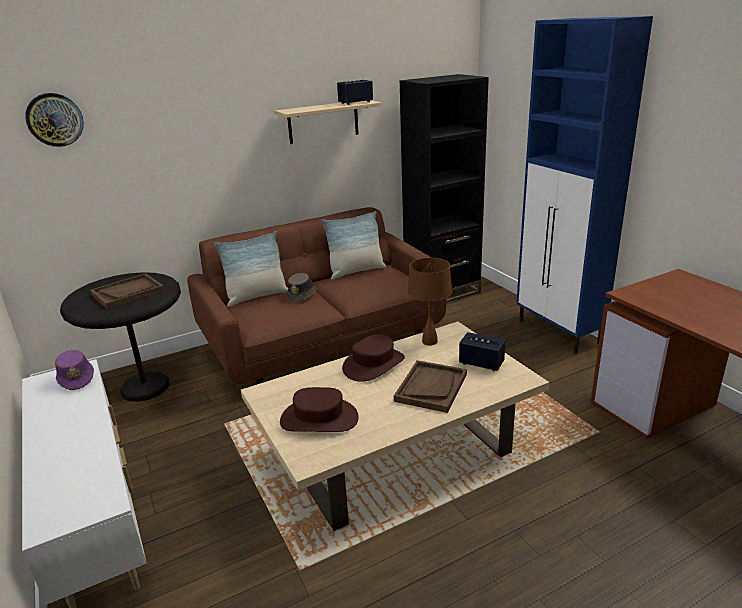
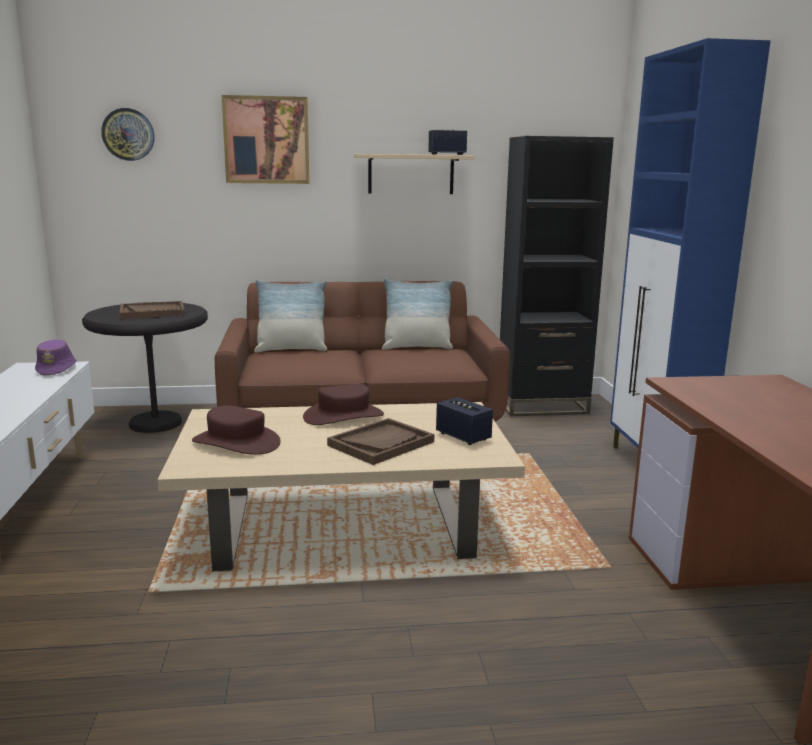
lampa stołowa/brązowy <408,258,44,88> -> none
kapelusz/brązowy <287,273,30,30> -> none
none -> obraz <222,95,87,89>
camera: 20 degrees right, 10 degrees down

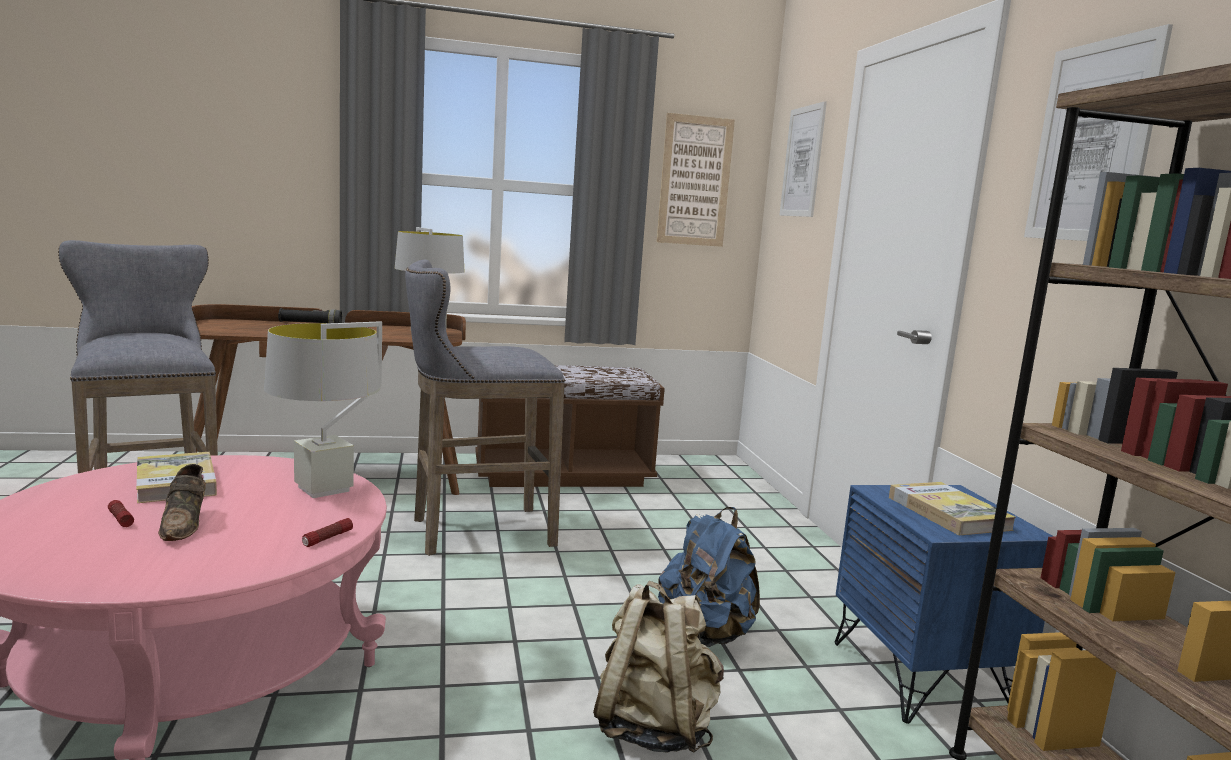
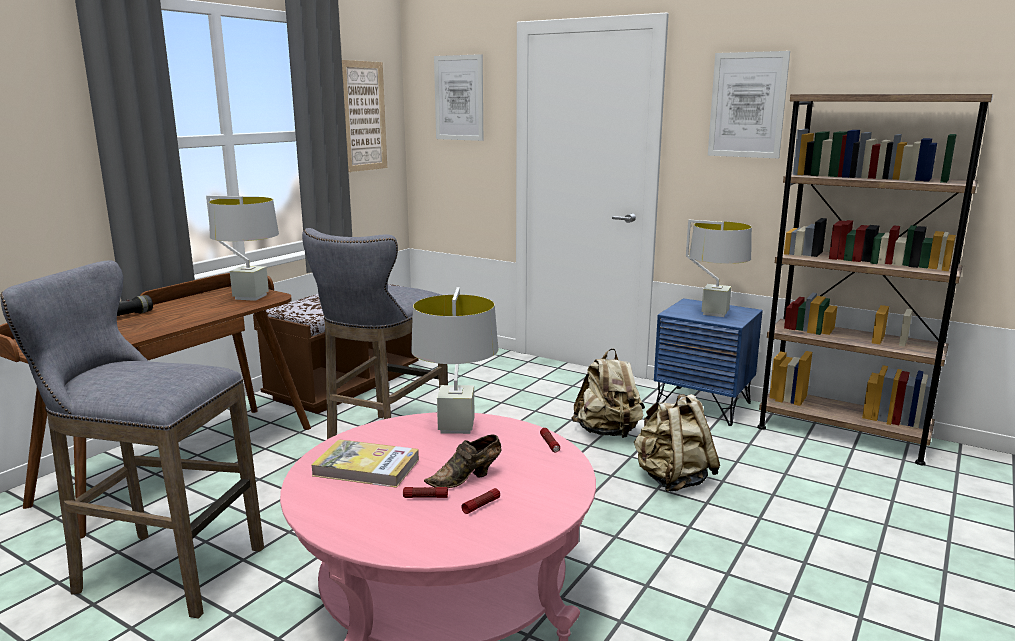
but/brązowy <158,464,48,77> -> but/brązowy <424,434,77,54>, 120 degrees clockwise
książka <889,482,127,53> -> lampa stołowa/szary <686,220,66,97>
plecak/niebieski <658,507,102,140> -> plecak/beżowy <571,349,74,89>
none -> latarka <462,488,38,26>
camera: 45 degrees left, 5 degrees up

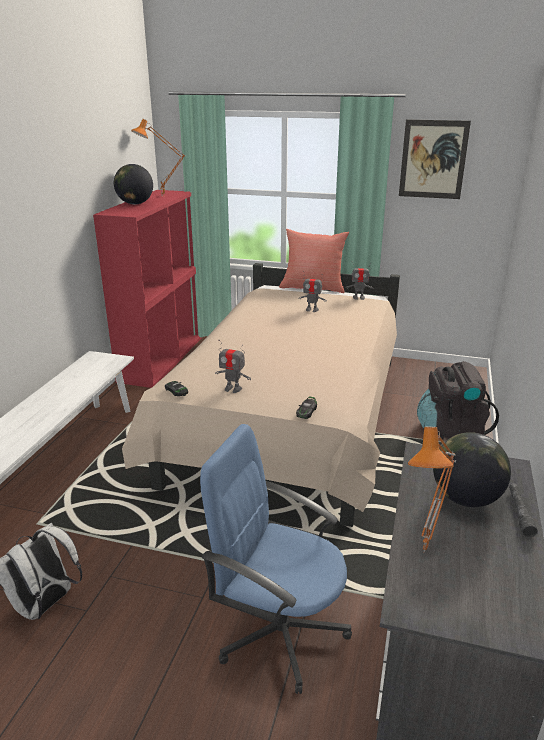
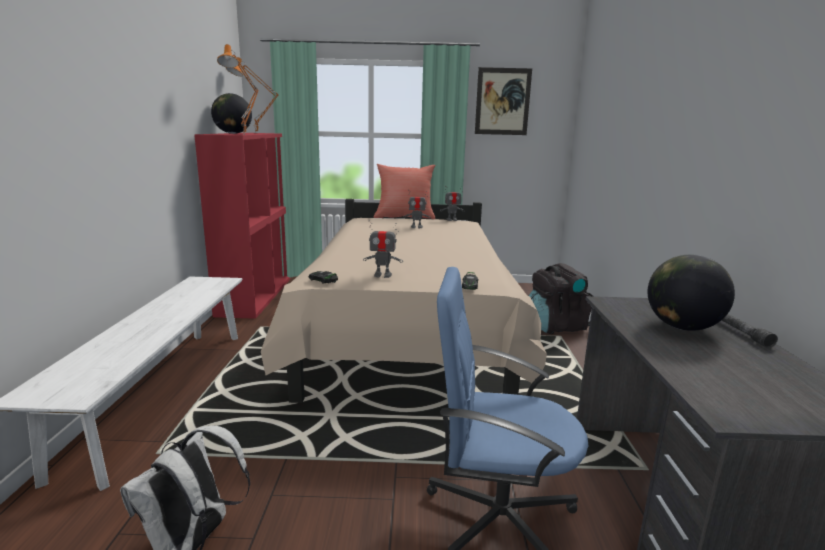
lampa stołowa/pomarańczowy <408,426,48,128> -> lampa stołowa/pomarańczowy <217,44,42,91>, moved
camera: 15 degrees left, 10 degrees down

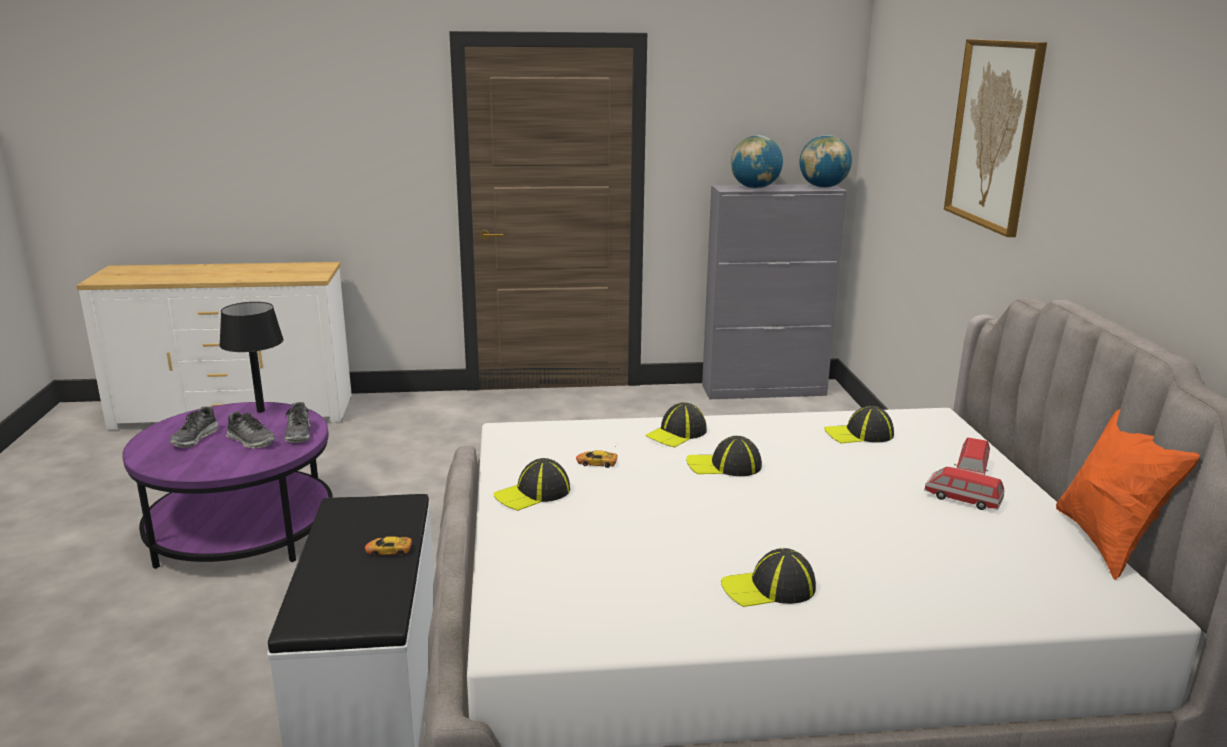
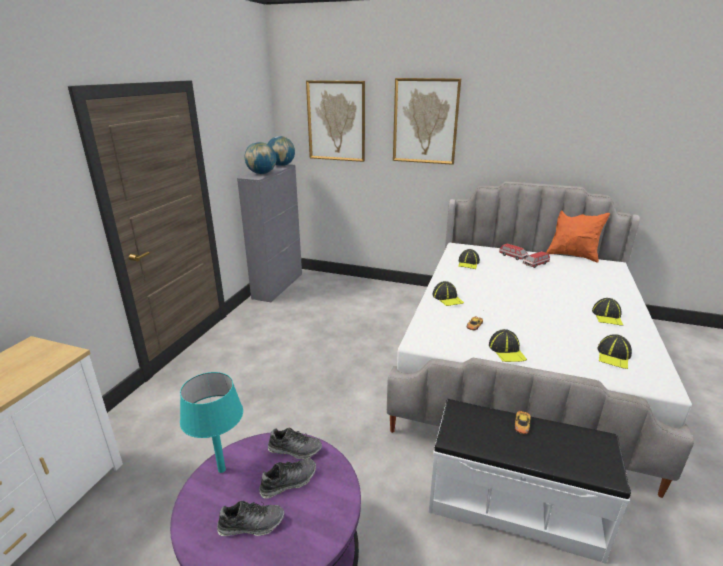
lampa stołowa/czarny <219,302,65,110> -> lampa stołowa/turkusowy <180,372,63,101>
but <169,406,49,42> -> but <217,501,67,35>, 45 degrees counterclockwise
czapka z daszkiem <686,436,76,40> -> czapka z daszkiem <598,334,34,35>, moved
none -> obraz <306,80,59,82>
camera: 65 degrees left, 5 degrees up

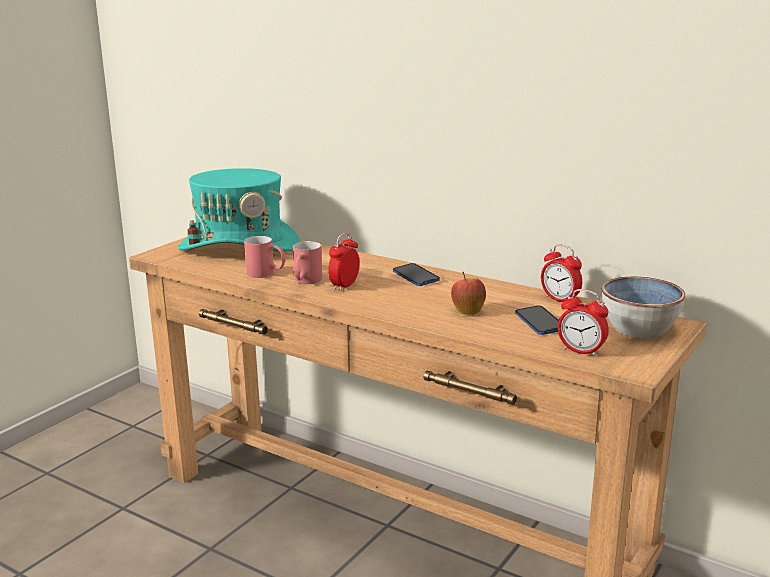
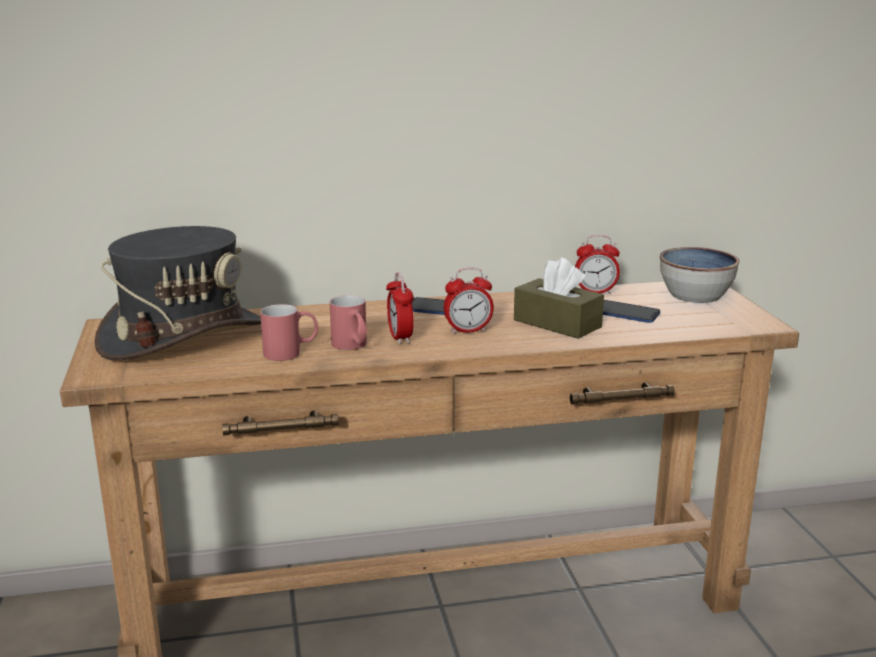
kapelusz/turkusowy <178,168,123,84> -> kapelusz/szary <95,226,166,135>
jabłko <451,272,35,43> -> pudełko chusteczek/brązowy <514,258,90,81>
budzik <558,289,51,68> -> budzik <444,268,50,66>, moved
camera: 45 degrees left, 0 degrees up

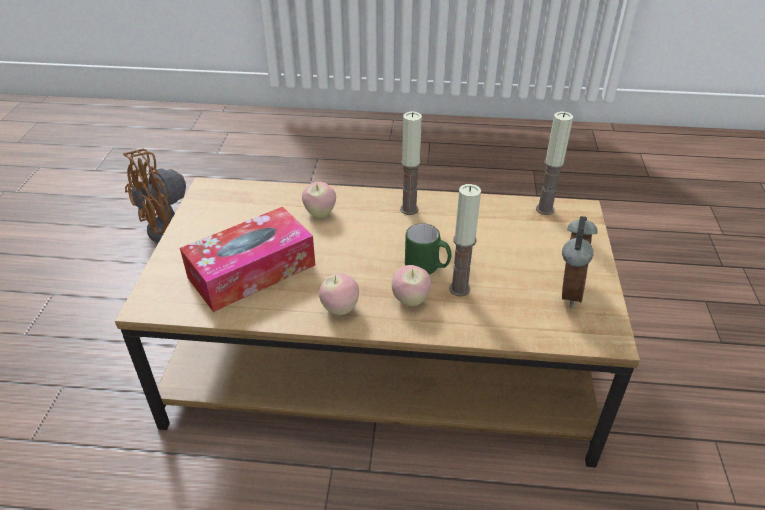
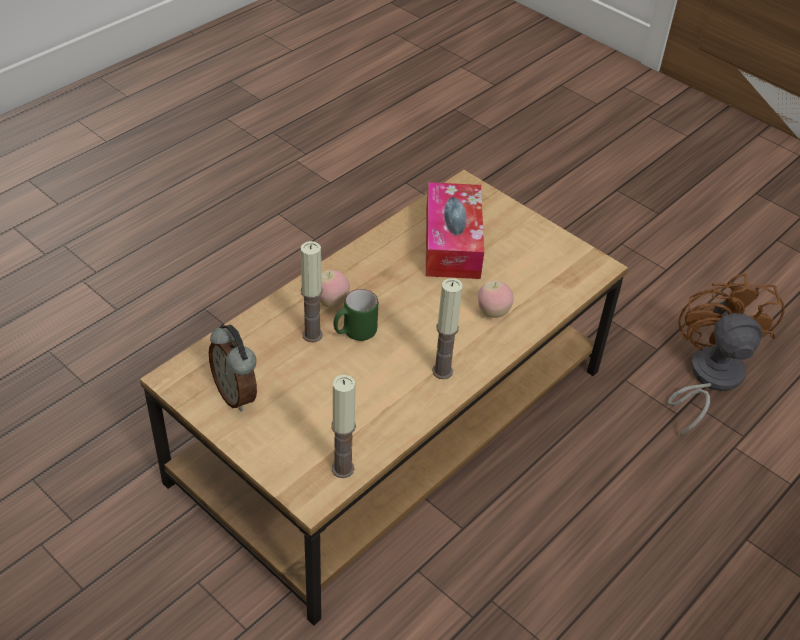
jabłko <319,273,40,42> -> none
camera: 125 degrees right, 5 degrees up

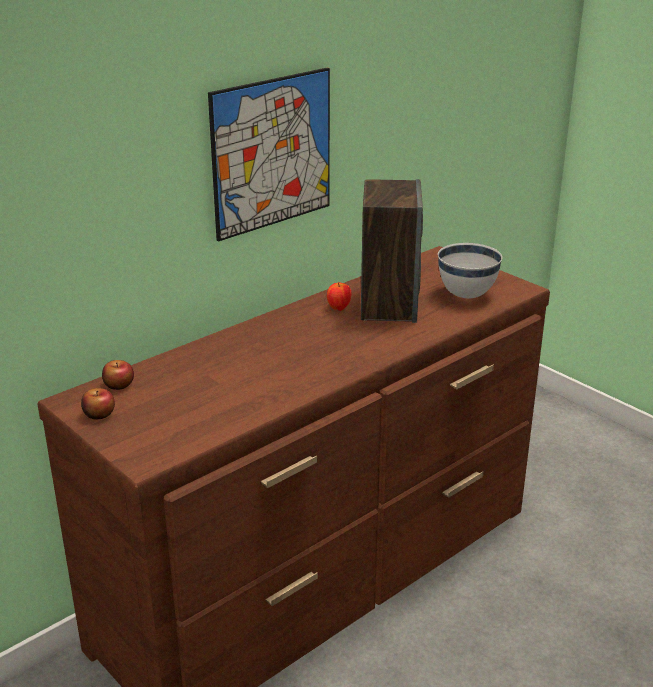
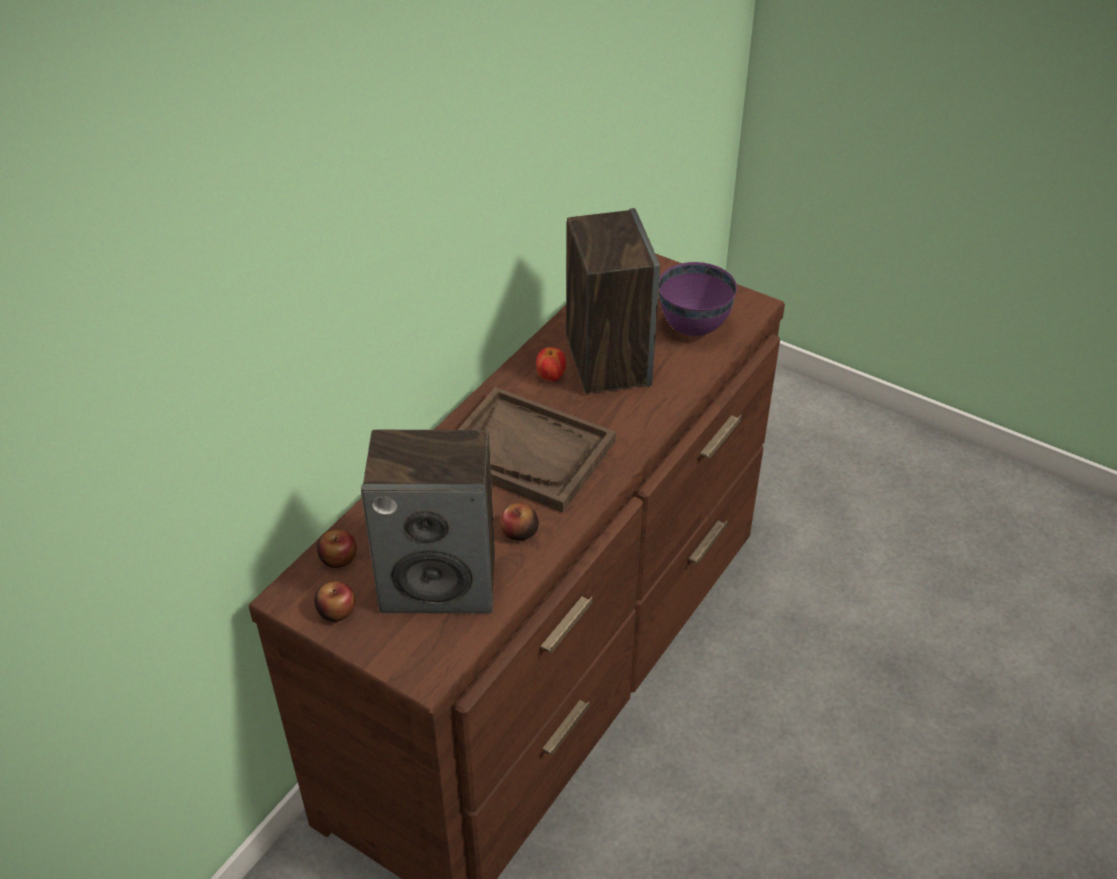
obraz <208,67,122,174> -> none
miska/biały <438,243,64,55> -> miska/fioletowy <659,262,78,74>
none -> taca/brązowy <458,387,158,126>
none -> głośnik <361,430,134,184>
none -> jabłko <500,503,39,38>
camera: 15 degrees left, 15 degrees up

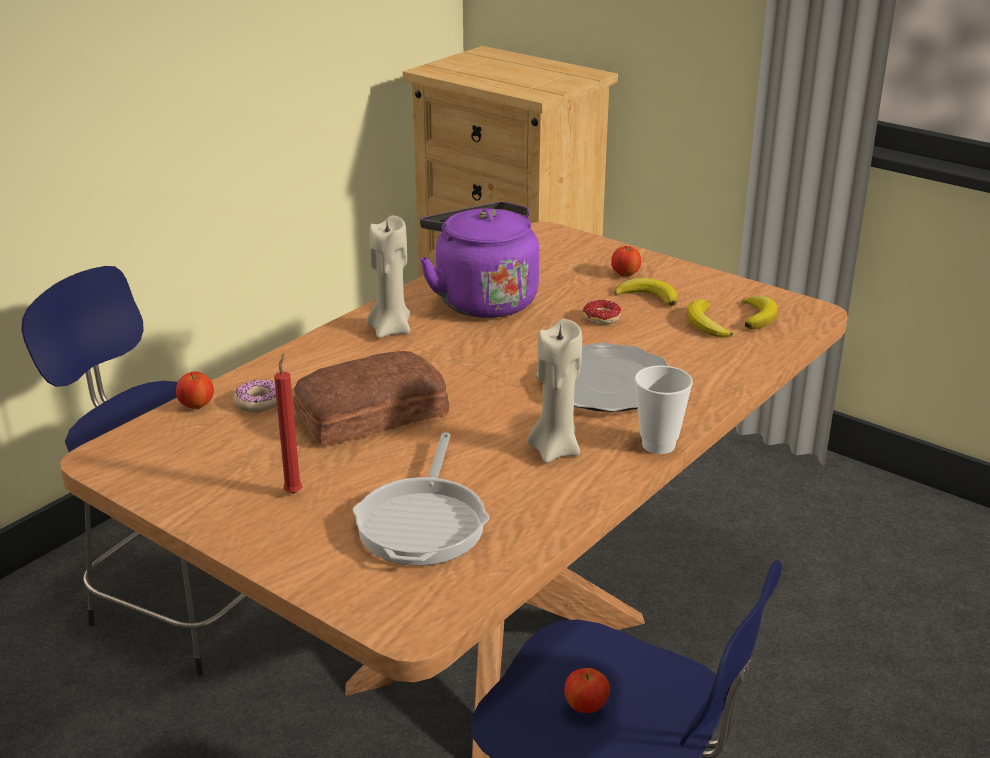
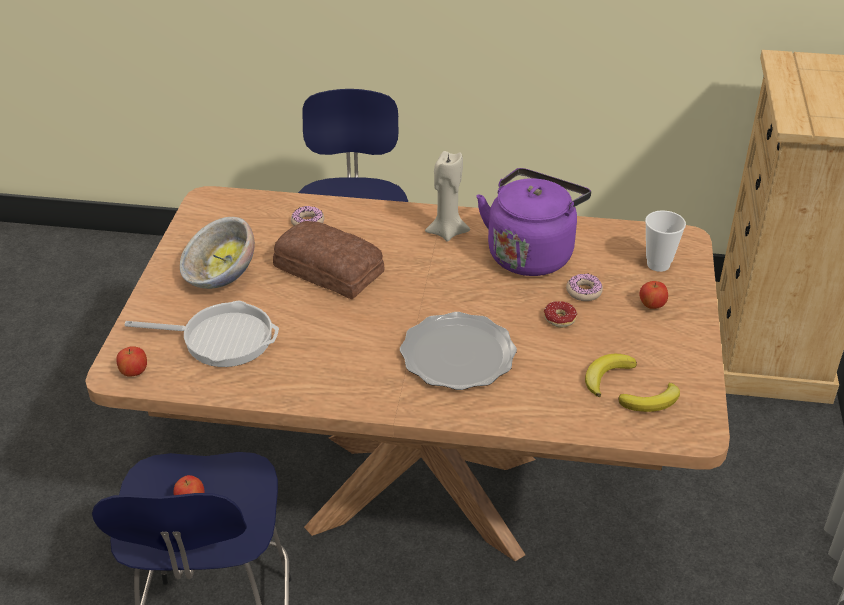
banan <614,278,64,28> -> none
świeca/beżowy <527,319,55,144> -> none
świeca/czerwony <274,353,28,141> -> miska <180,217,75,72>
filiżanka <635,365,58,89> -> filiżanka <645,210,41,62>, moved
jabłko <176,371,38,38> -> jabłko <116,346,31,31>, moved
patelnia <353,432,136,134> -> patelnia <125,301,154,66>, 150 degrees counterclockwise
none -> donut <566,274,37,27>
camera: 60 degrees right, 10 degrees up

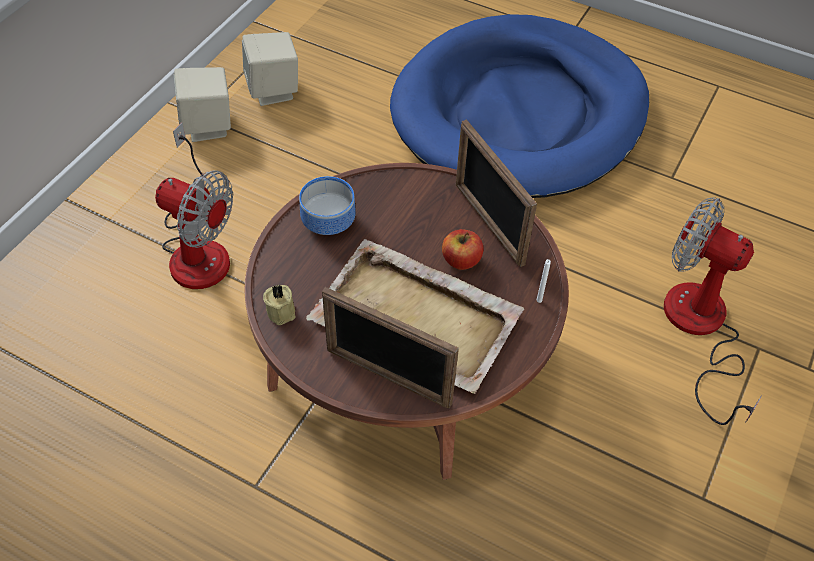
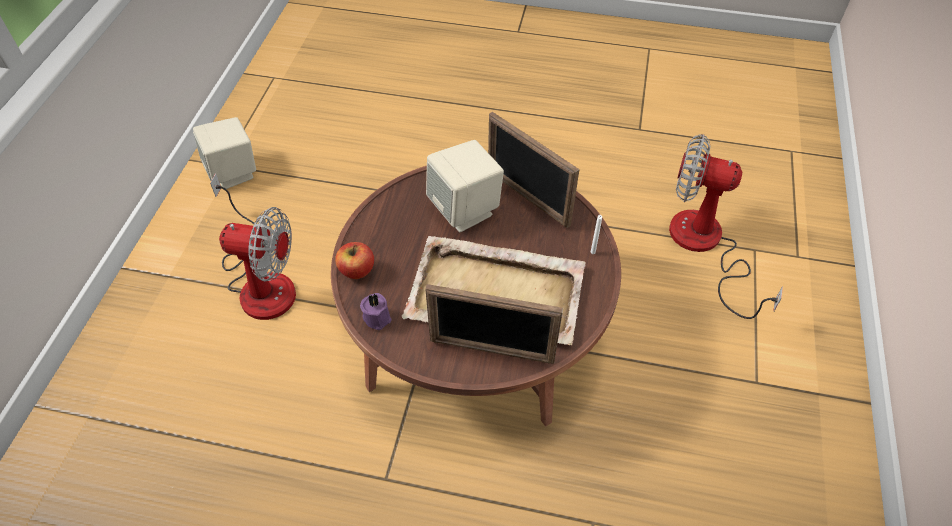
legowisko/niebieski <390,14,259,184> -> none
głośnik/beżowy <242,32,56,74> -> głośnik/beżowy <426,140,78,92>, moved
miska <299,176,57,59> -> none
jabłko <442,229,41,41> -> jabłko <335,242,39,37>, moved
świeca/beżowy <263,285,33,40> -> świeca/fioletowy <360,293,31,37>
camera: 15 degrees left, 0 degrees up

